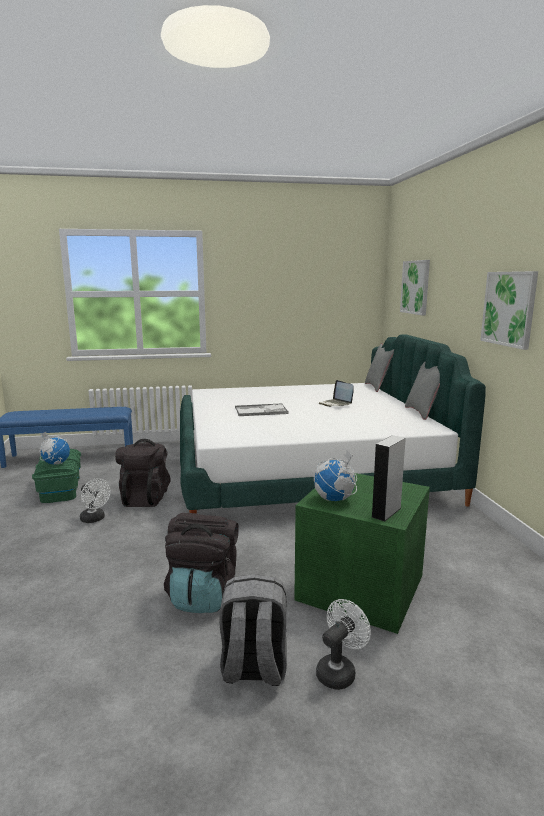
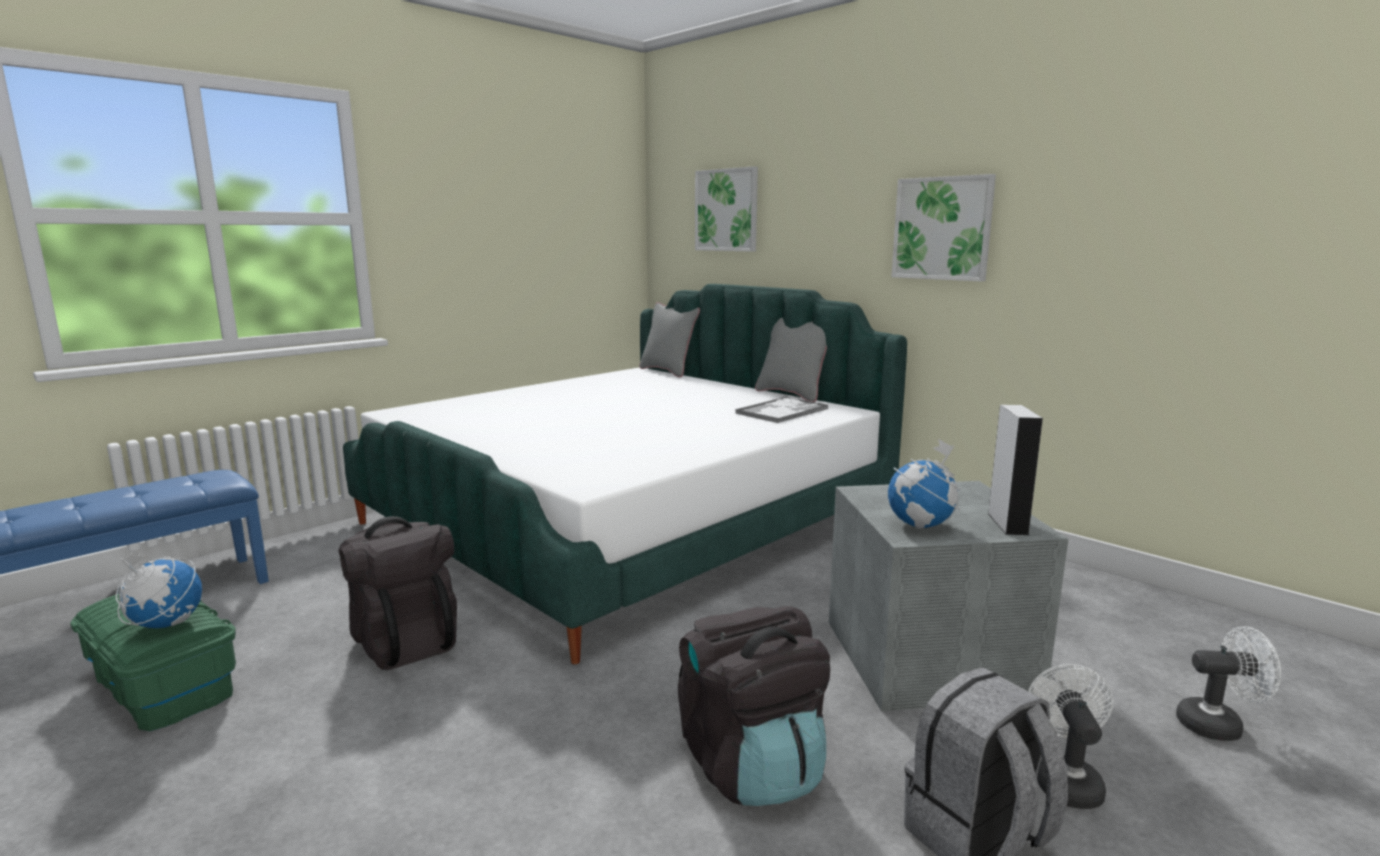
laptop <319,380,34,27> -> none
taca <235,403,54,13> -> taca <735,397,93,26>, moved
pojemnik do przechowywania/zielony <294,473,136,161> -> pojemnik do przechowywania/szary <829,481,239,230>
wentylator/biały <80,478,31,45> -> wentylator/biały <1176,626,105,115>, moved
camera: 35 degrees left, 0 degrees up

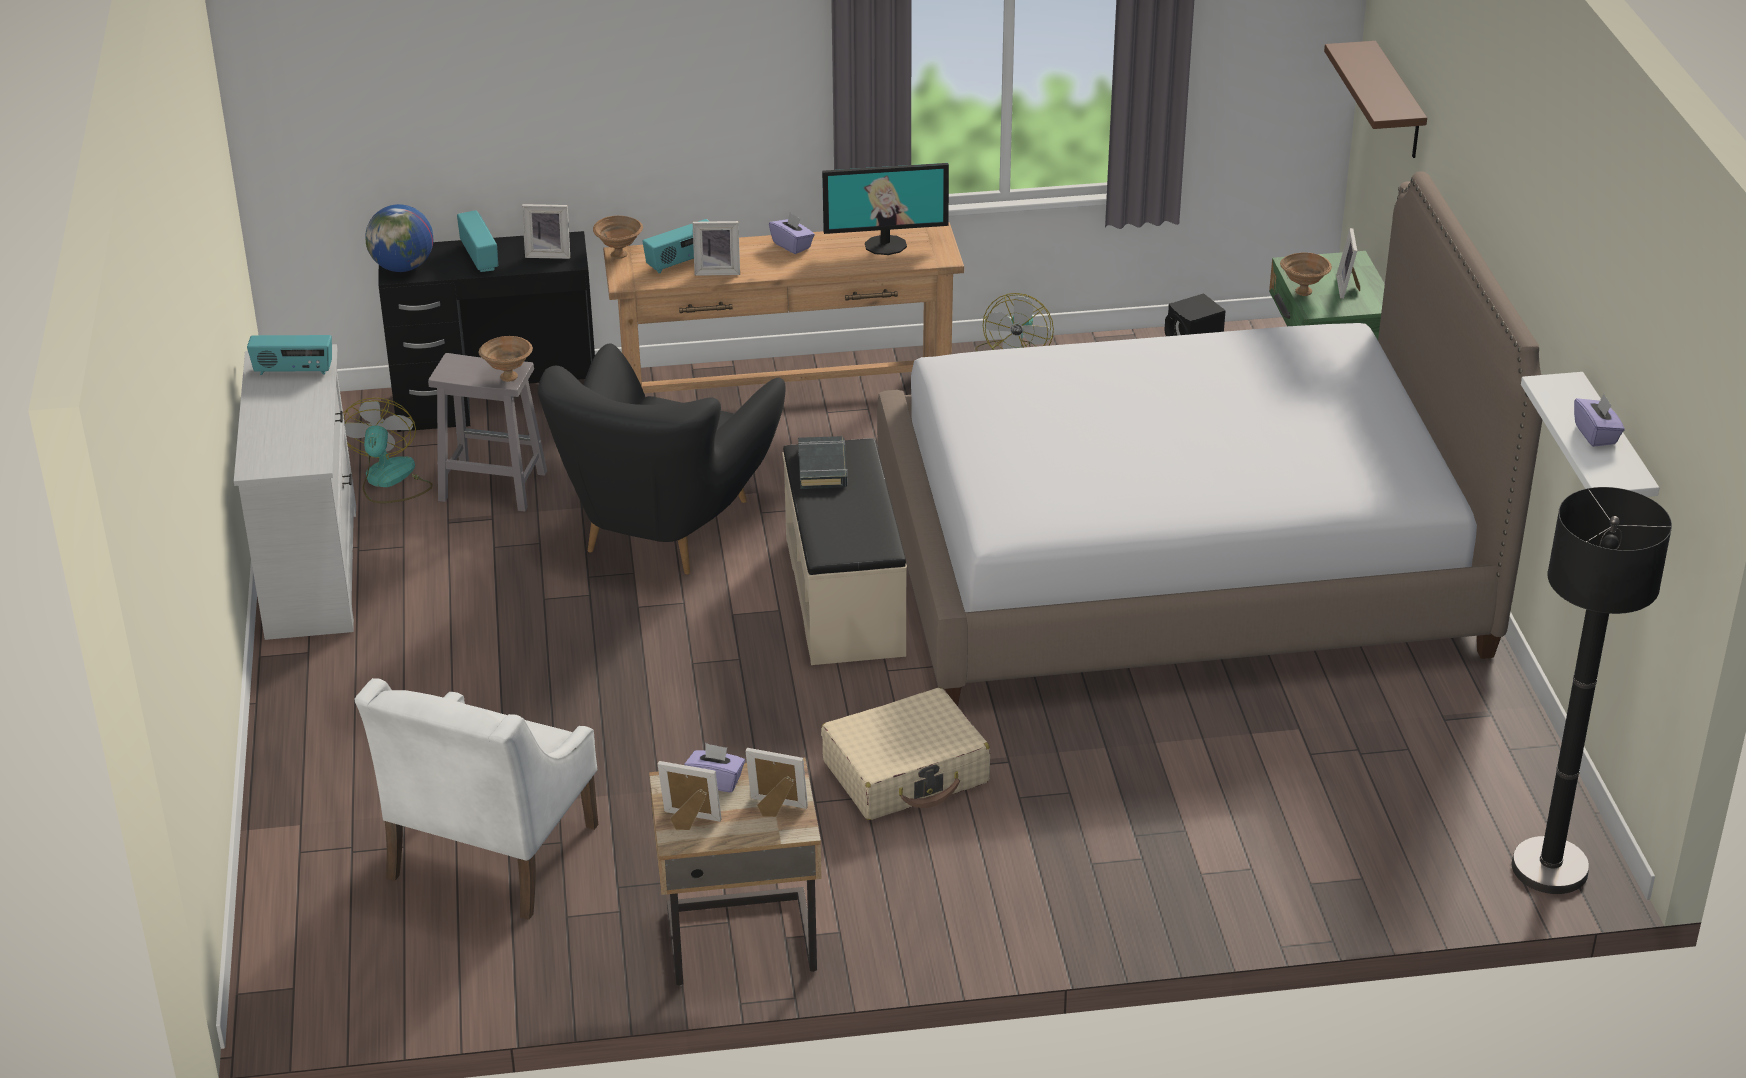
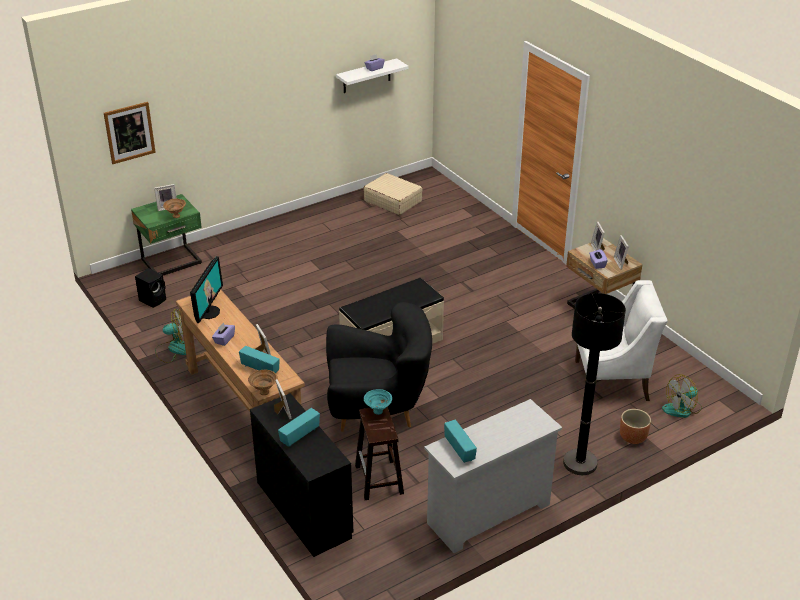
półka/brązowy <1324,41,103,117> -> obraz <104,102,52,62>
monitor <822,163,127,92> -> monitor <190,256,33,67>, 45 degrees clockwise
łóżko <877,171,665,535> -> none
globus <365,204,68,68> -> none
miska/brązowy <479,336,54,46> -> miska/turkusowy <364,389,28,26>
stołek/szary <428,353,119,159> -> stołek/brązowy <355,407,49,93>
wentylator <343,398,90,105> -> wentylator <662,374,40,44>, moved
książka/czarny <798,436,50,53> -> none
lampa stojąca/czarny <1512,487,160,407> -> lampa stojąca/czarny <563,293,63,182>, moved
walizka/beżowy <821,688,169,132> -> walizka/beżowy <364,173,59,42>, moved
none -> donica/brązowy <620,409,31,35>
camera: 115 degrees left, 0 degrees up

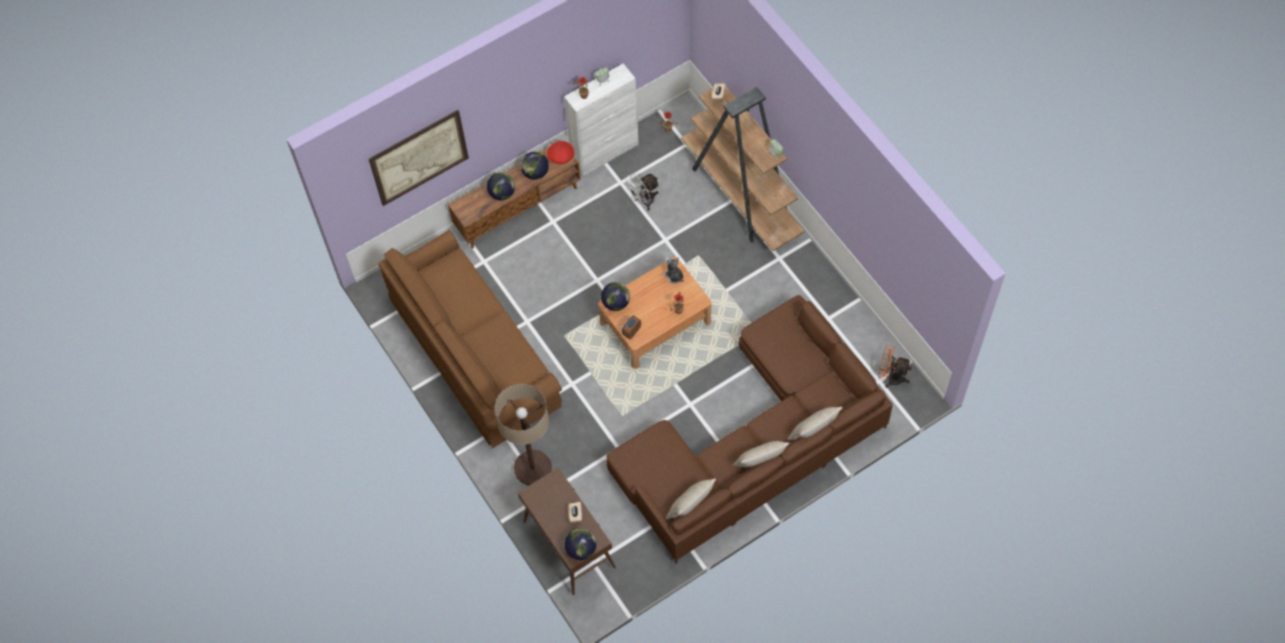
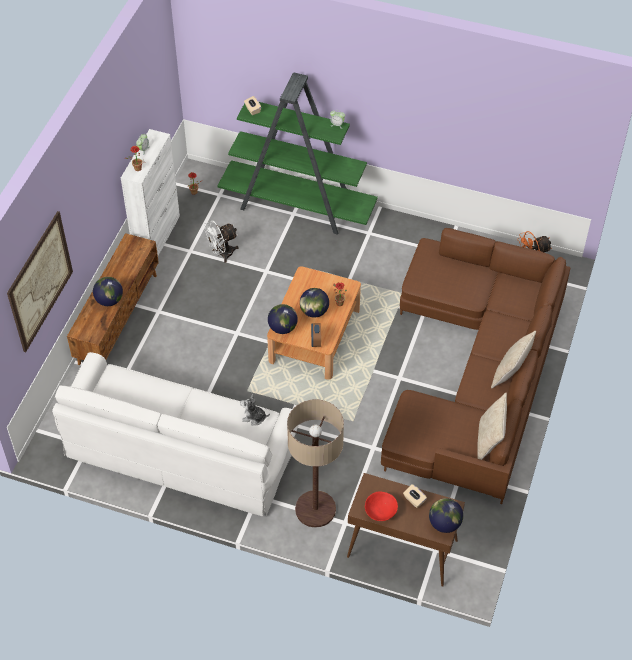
regał/brązowy <681,82,124,169> -> regał/zielony <218,72,160,163>
miska/czerwony <547,141,28,23> -> miska/czerwony <365,491,33,30>, moved
globus <521,152,28,28> -> globus <300,288,29,30>, moved
wentylator/biały <626,173,33,38> -> wentylator/biały <203,220,36,43>, 45 degrees clockwise
kanapa/brązowy <379,230,184,218> -> kanapa/biały <52,352,247,164>
pluszak <663,257,21,27> -> pluszak <240,394,30,32>, moved
poduszka/beżowy <787,407,55,33> -> none
camera: 40 degrees left, 10 degrees down

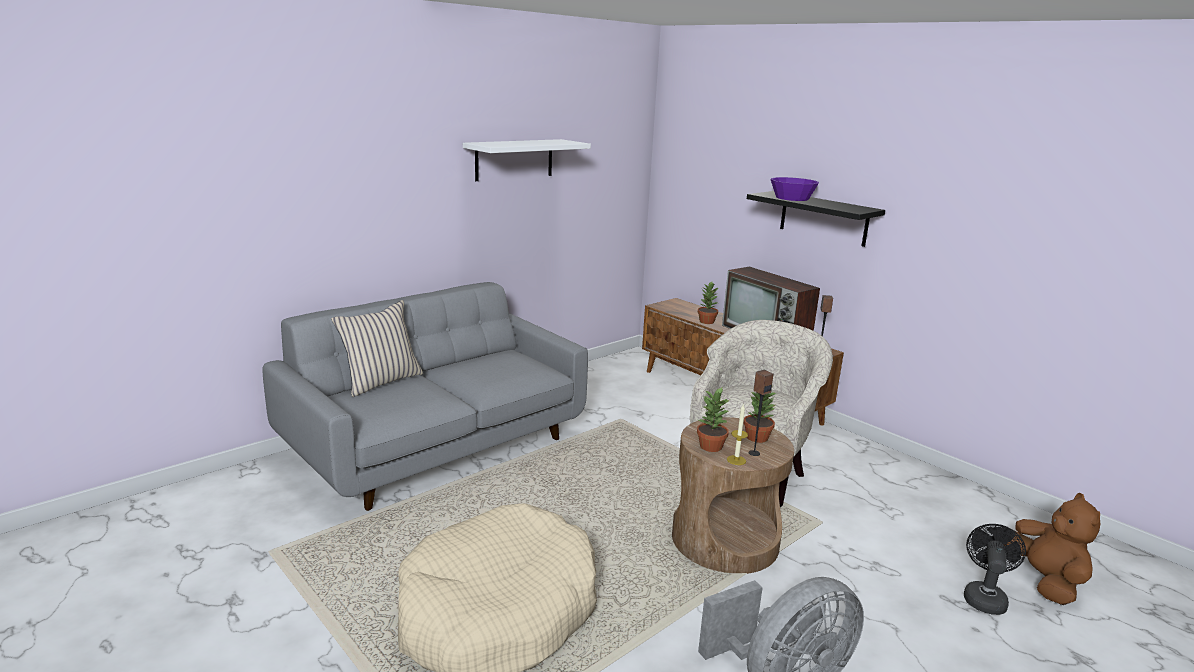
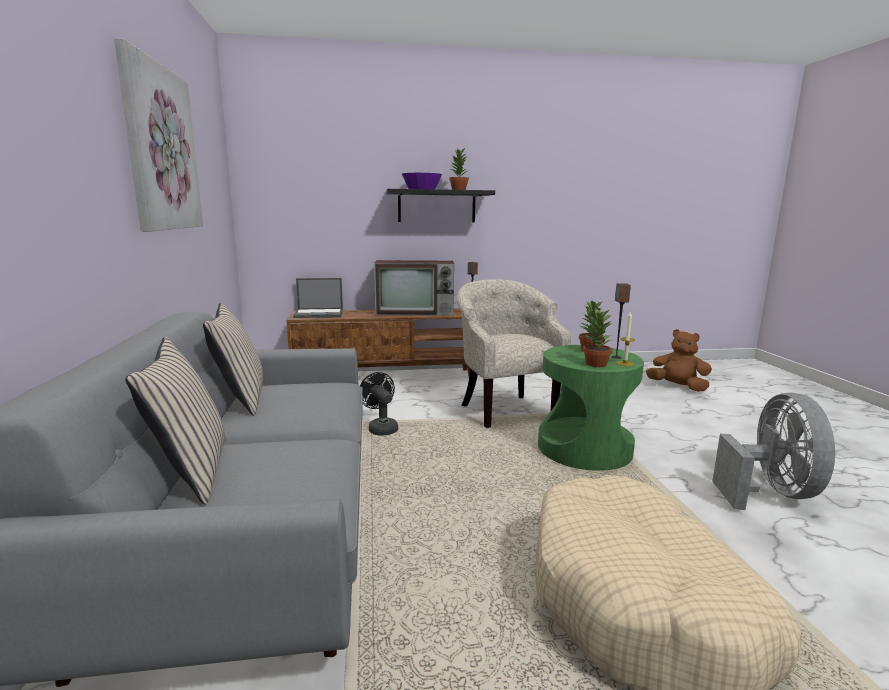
półka/biały <463,139,128,42> -> obraz <114,38,89,194>
roślina doniczkowa <698,282,20,42> -> roślina doniczkowa <449,147,20,43>, moved
stolik/brązowy <672,417,122,157> -> stolik/zielony <538,345,106,126>
wentylator/czarny <964,524,62,91> -> wentylator/czarny <360,372,38,64>, moved
none -> laptop <293,278,50,40>
none -> poduszka/beżowy <203,302,60,114>
camera: 55 degrees left, 5 degrees down

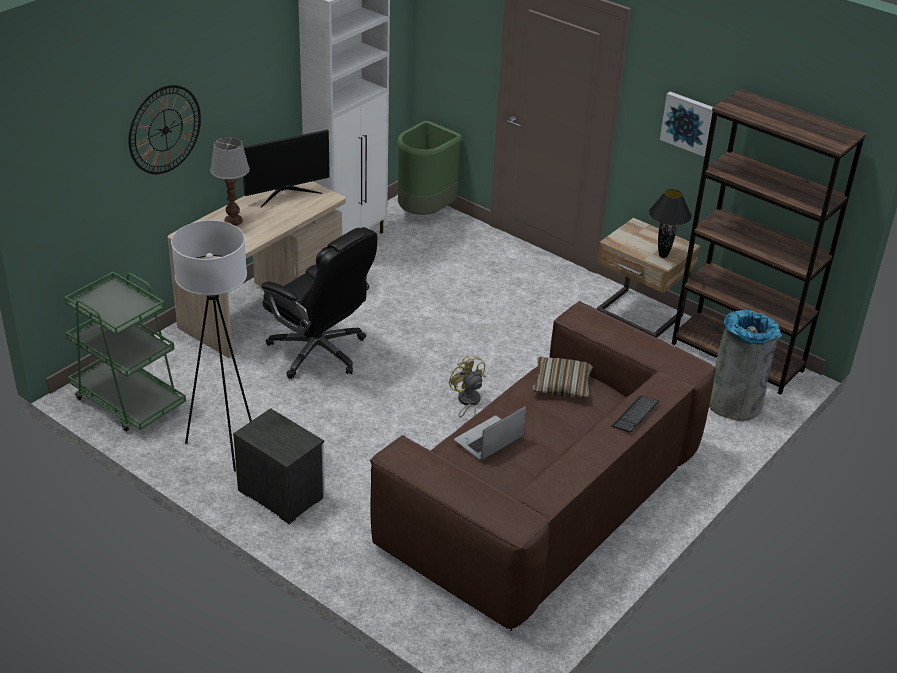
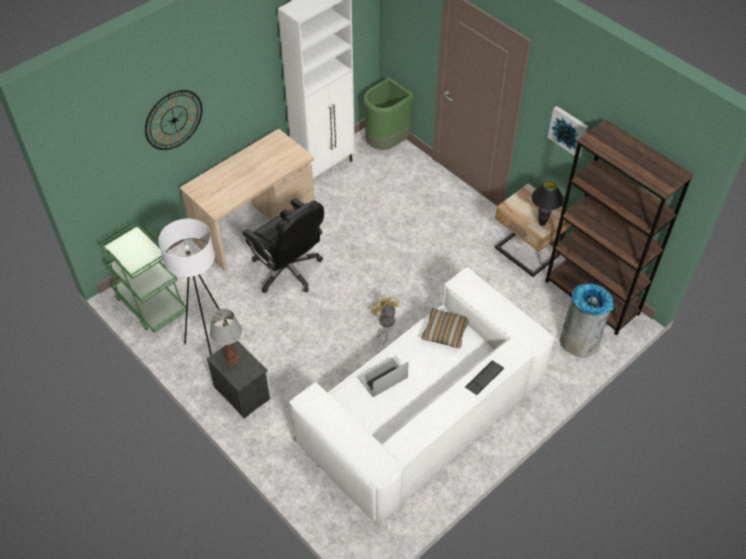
monitor <243,129,87,78> -> none
lampa stołowa <210,137,40,89> -> lampa stołowa <210,309,32,57>, moved
kanapa/brązowy <370,301,346,330> -> kanapa/biały <289,267,266,256>
camera: 10 degrees right, 15 degrees up

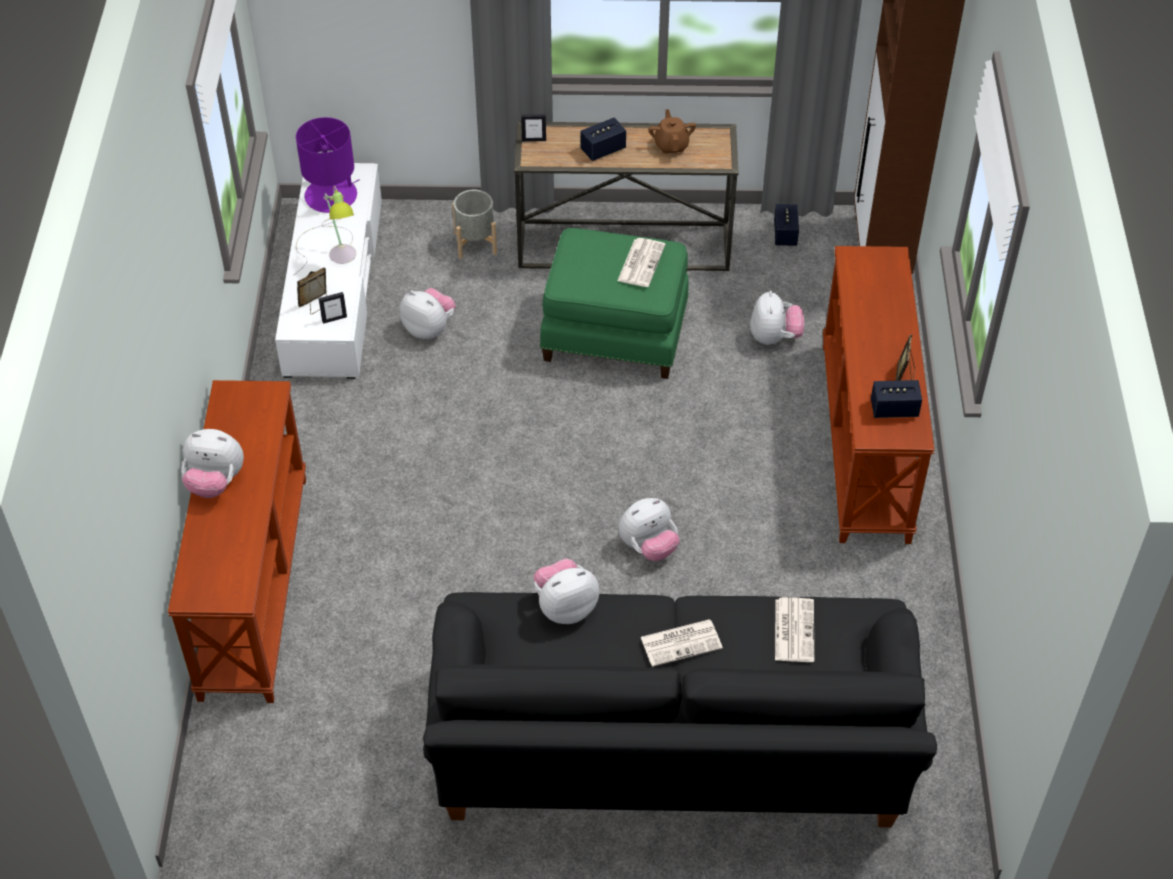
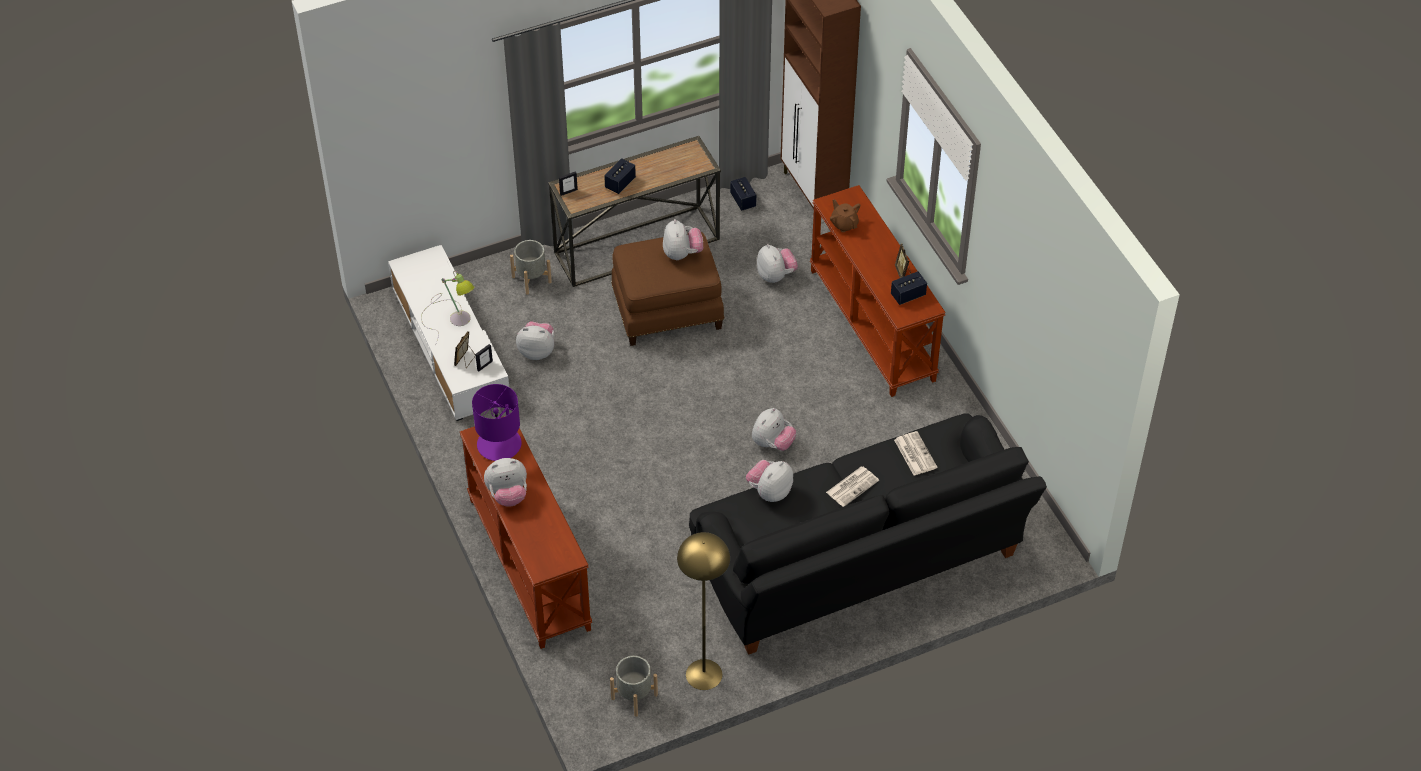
imbryk/brązowy <648,109,48,45> -> imbryk/brązowy <830,199,30,33>, moved
lampa stołowa/fioletowy <296,117,64,96> -> lampa stołowa/fioletowy <472,384,50,77>, moved
pufa/zielony <540,228,149,151> -> pufa/brązowy <611,232,113,114>
gazeta <617,238,48,49> -> pluszak <663,219,40,41>
none -> lampa stojąca/żółty <677,532,53,158>
none -> donica/szary <610,656,48,61>
camera: 25 degrees left, 0 degrees up

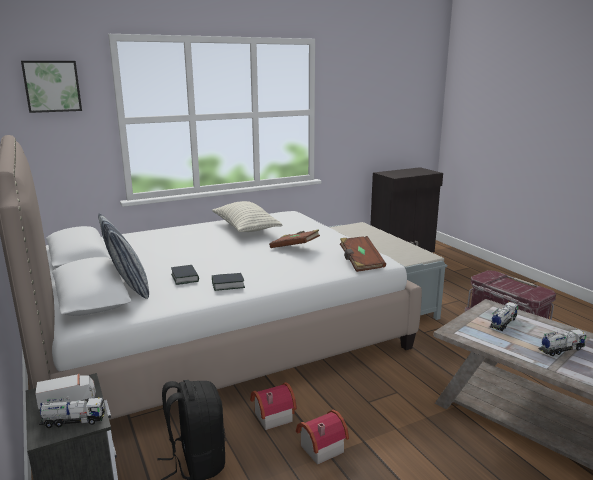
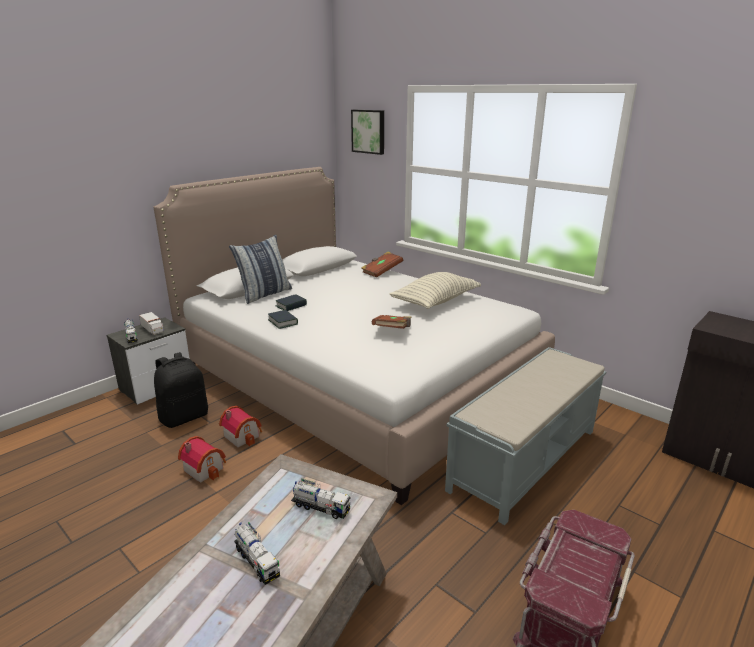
książka/brązowy <340,236,46,36> -> książka/brązowy <361,252,42,26>, moved
camera: 70 degrees right, 5 degrees up

